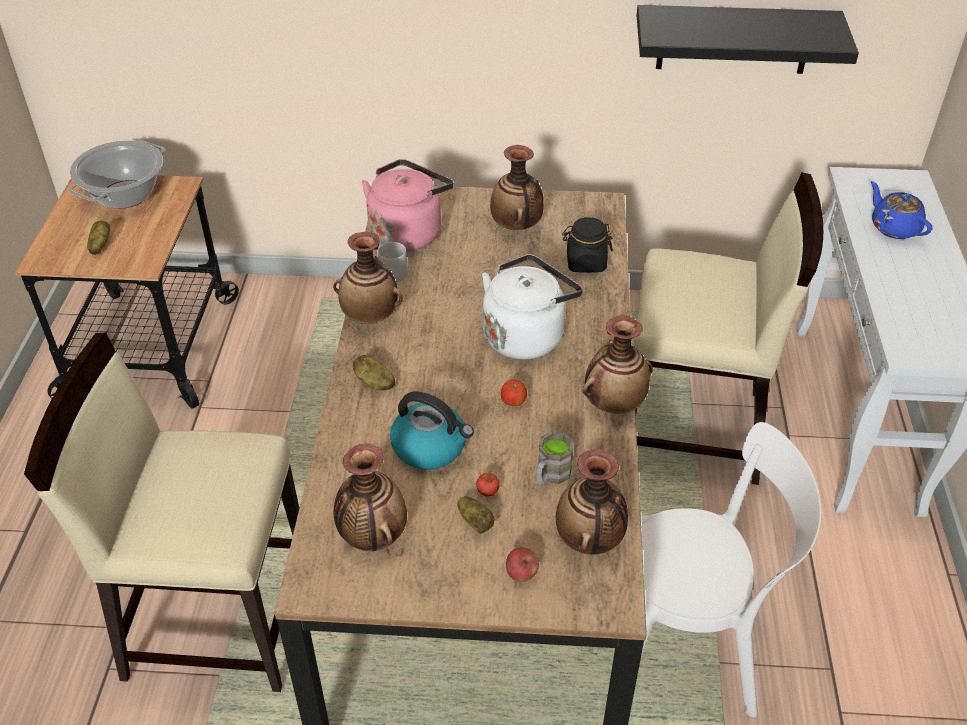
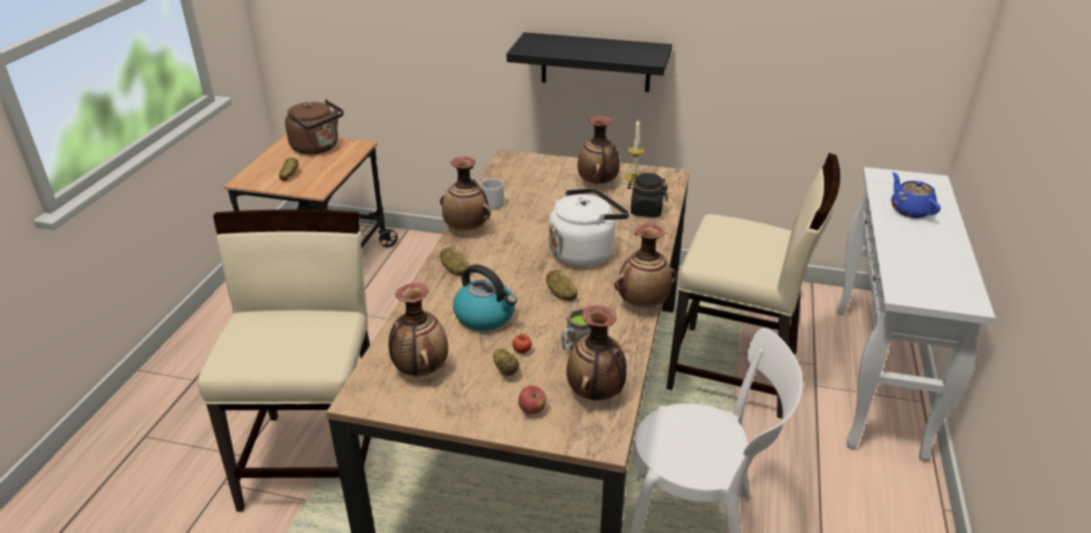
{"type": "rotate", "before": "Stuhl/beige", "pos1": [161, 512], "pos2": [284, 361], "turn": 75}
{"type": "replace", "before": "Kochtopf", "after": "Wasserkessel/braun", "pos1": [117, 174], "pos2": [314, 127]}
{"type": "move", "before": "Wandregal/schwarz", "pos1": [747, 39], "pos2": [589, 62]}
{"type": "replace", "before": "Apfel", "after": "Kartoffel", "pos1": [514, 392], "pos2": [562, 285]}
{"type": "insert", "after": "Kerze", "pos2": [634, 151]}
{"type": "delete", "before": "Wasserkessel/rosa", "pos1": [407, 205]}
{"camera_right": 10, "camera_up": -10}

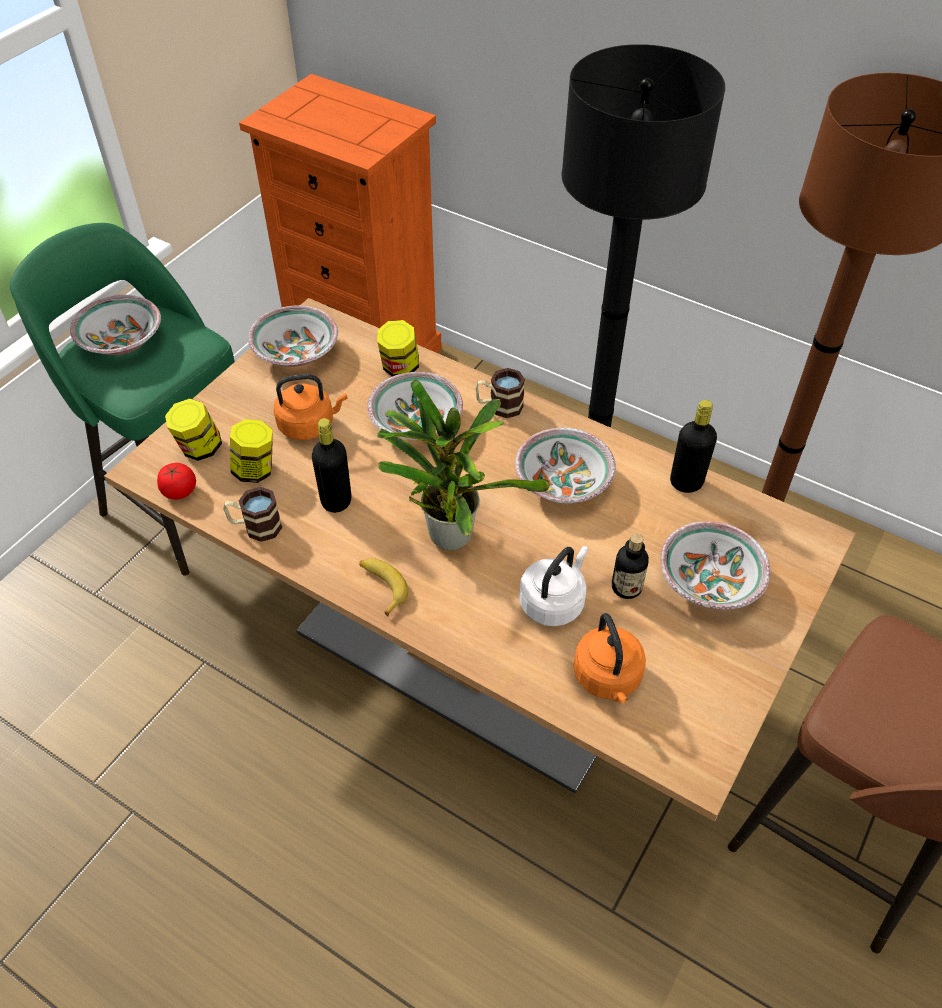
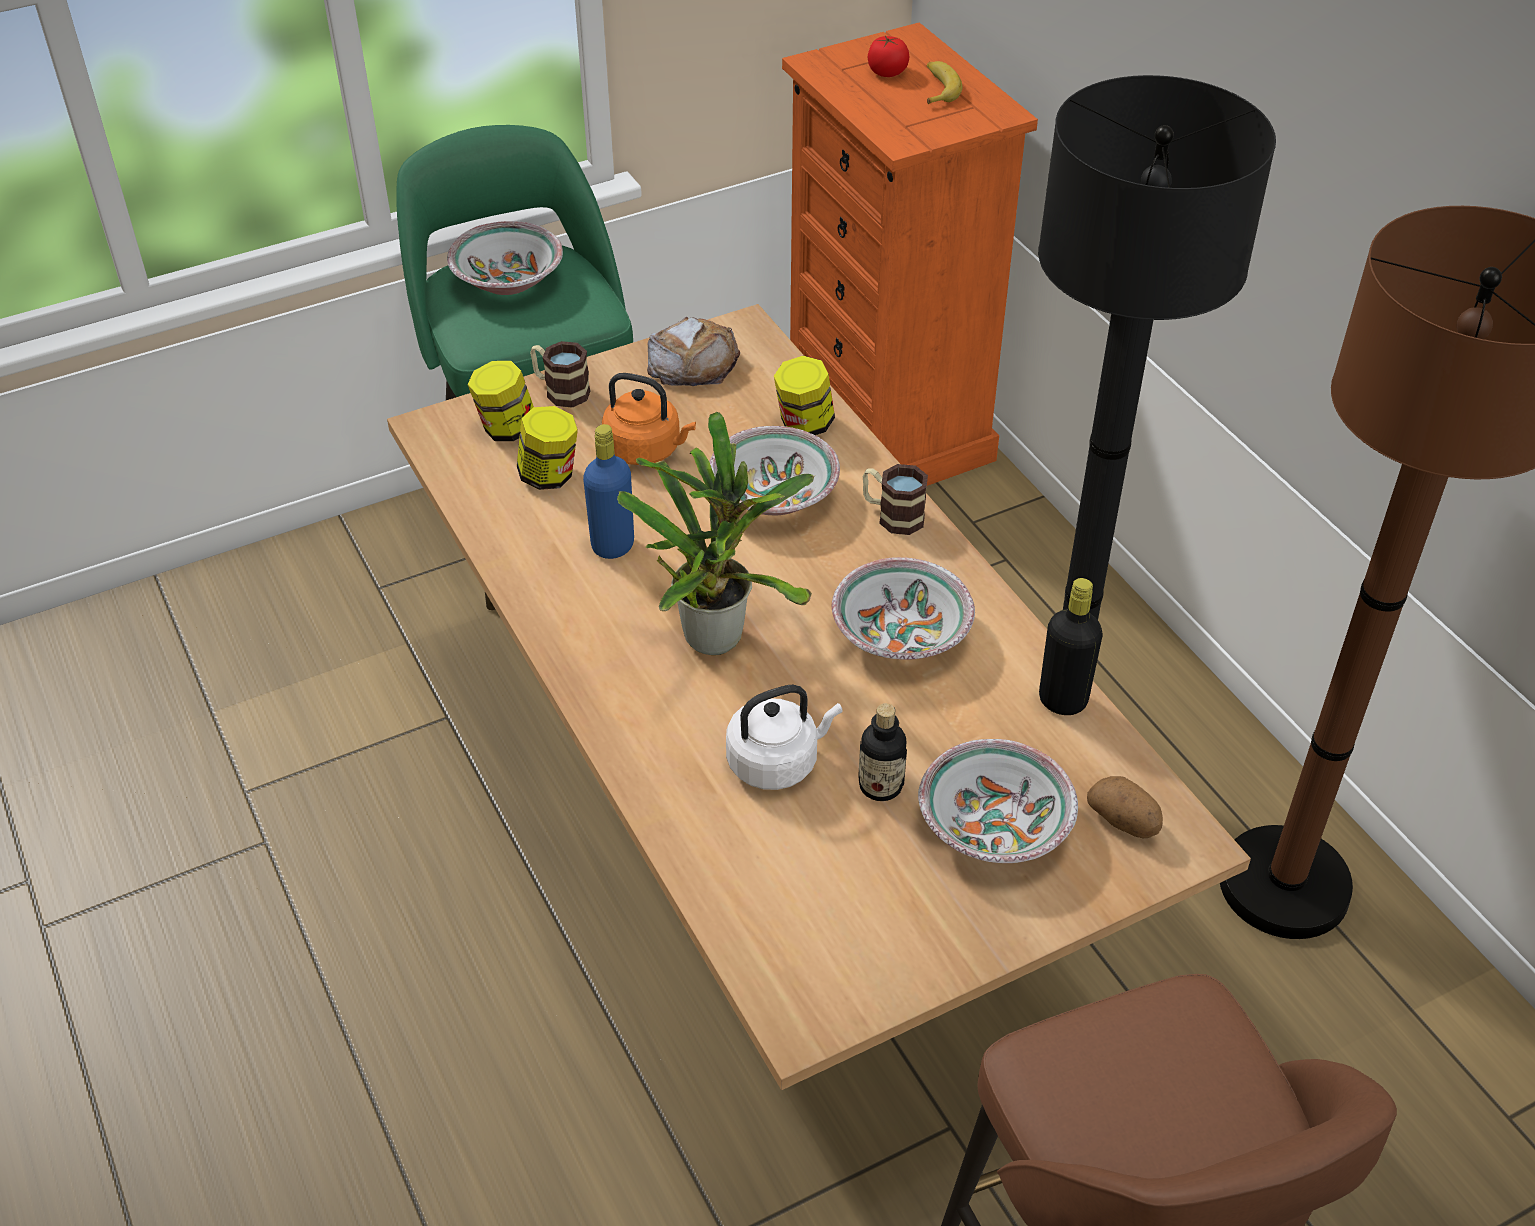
{"type": "move", "before": "Henkelbecher", "pos1": [252, 514], "pos2": [560, 374]}
{"type": "recolor", "before": "Flasche/schwarz", "after": "Flasche/blau", "pos1": [332, 465], "pos2": [608, 491]}
{"type": "replace", "before": "Schüssel", "after": "Brot", "pos1": [293, 336], "pos2": [693, 351]}
{"type": "move", "before": "Tomate", "pos1": [176, 481], "pos2": [888, 56]}
{"type": "move", "before": "Banane", "pos1": [383, 587], "pos2": [944, 82]}
{"type": "insert", "after": "Kartoffel", "pos2": [1125, 807]}
{"type": "delete", "before": "Wasserkessel/orange", "pos1": [610, 658]}
{"camera_right": 30, "camera_up": -5}

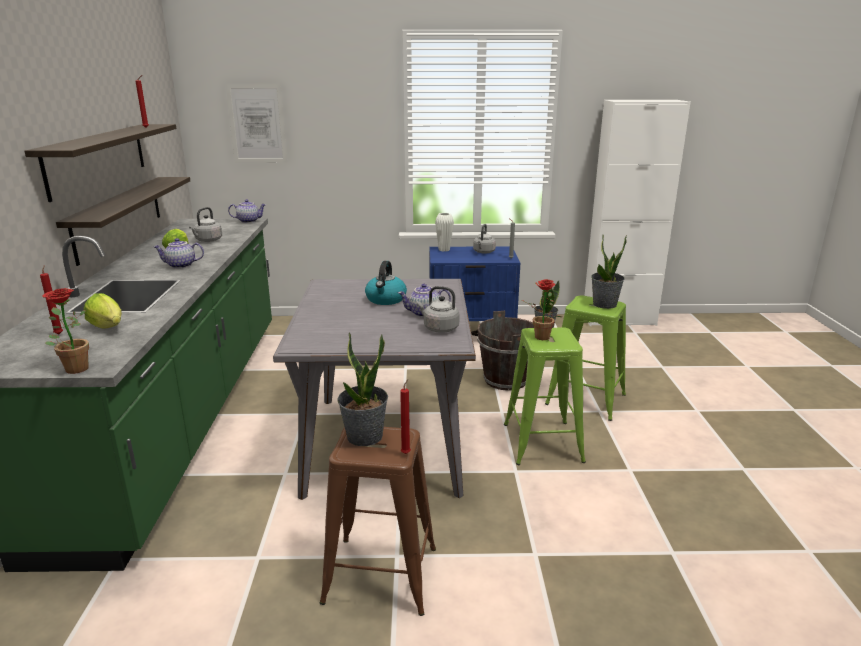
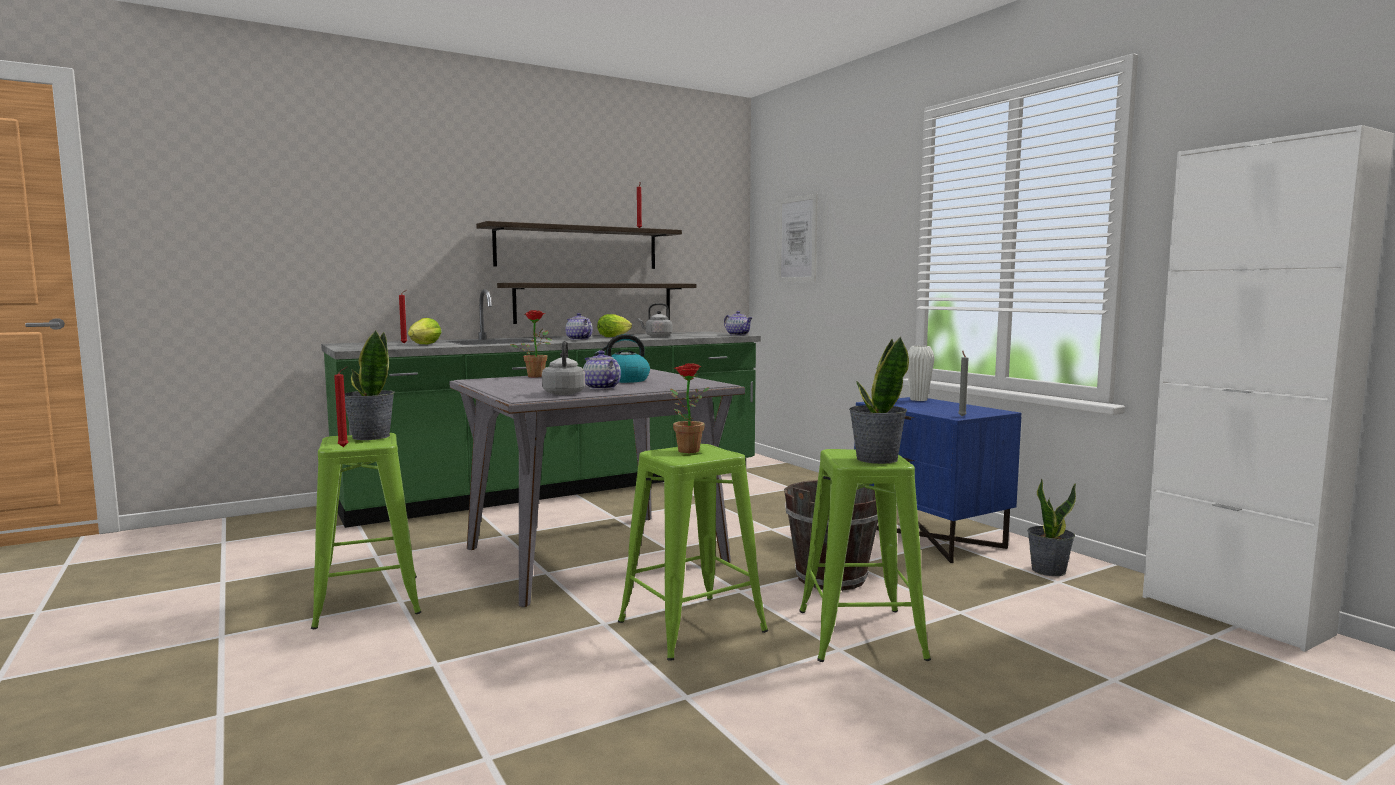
{"type": "recolor", "before": "Hocker/braun", "after": "Hocker/grün", "pos1": [378, 521], "pos2": [366, 531]}
{"type": "move", "before": "Topfpflanze", "pos1": [66, 331], "pos2": [530, 343]}
{"type": "delete", "before": "Wasserkessel/grau", "pos1": [484, 239]}
{"camera_right": 60, "camera_up": -15}

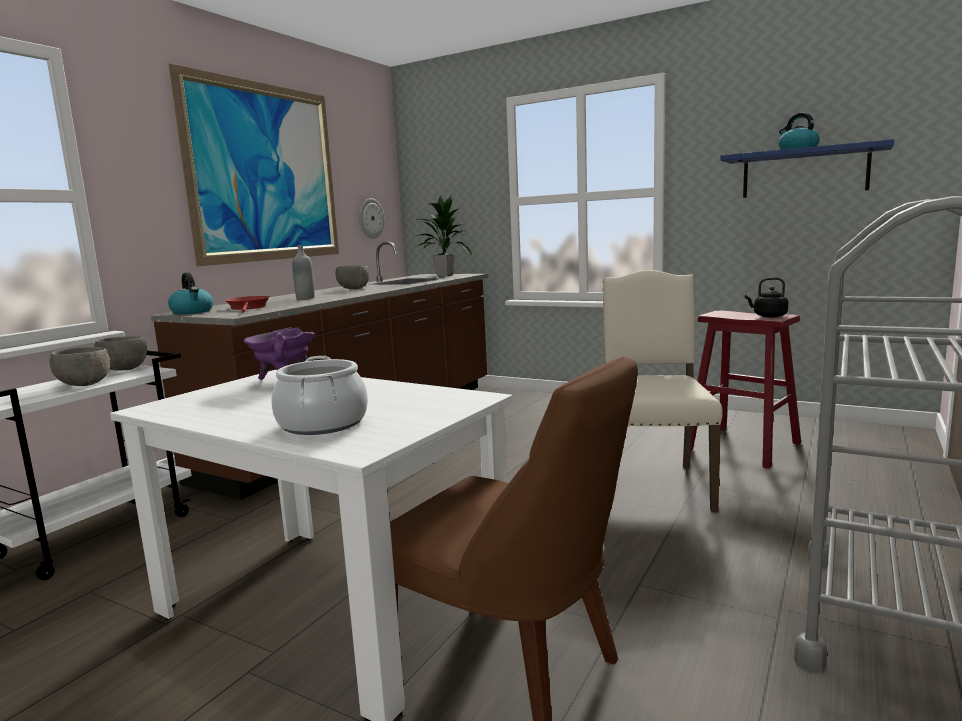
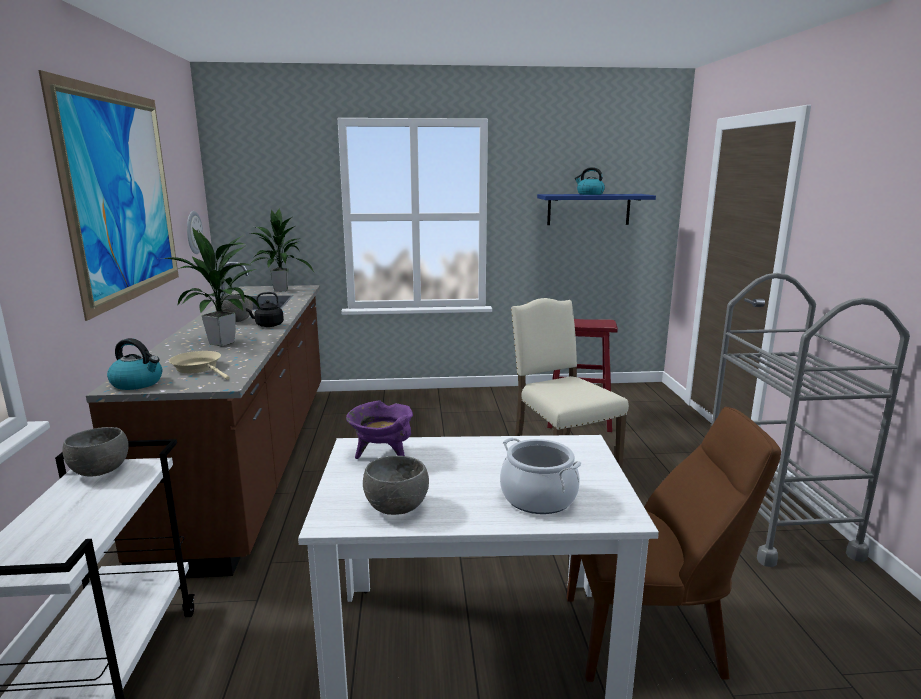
{"type": "replace", "before": "Flasche/grau", "after": "Topfpflanze", "pos1": [303, 272], "pos2": [211, 286]}
{"type": "recolor", "before": "Pfanne/rot", "after": "Pfanne/beige", "pos1": [247, 304], "pos2": [199, 365]}
{"type": "move", "before": "Wasserkessel/schwarz", "pos1": [766, 297], "pos2": [265, 309]}
{"type": "move", "before": "Schüssel/grau", "pos1": [80, 366], "pos2": [396, 485]}
{"camera_right": -35, "camera_up": 5}

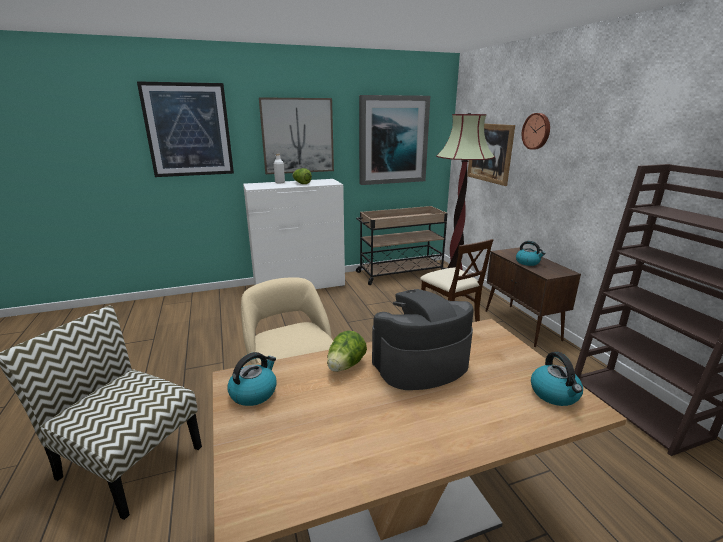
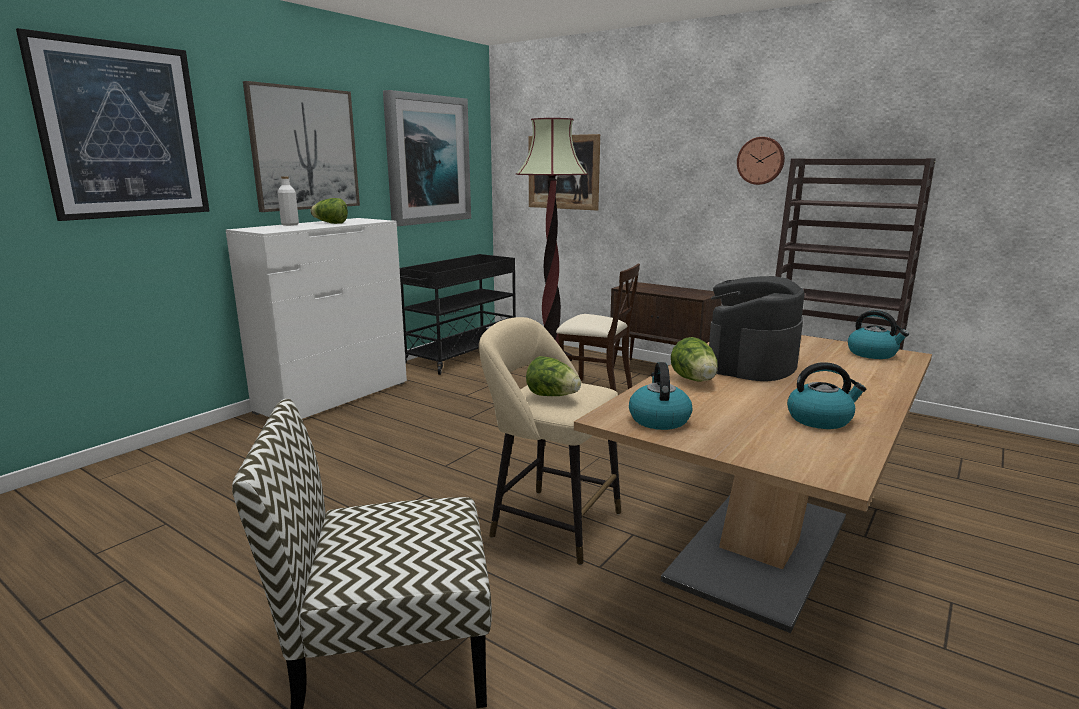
{"type": "recolor", "before": "Rollwagen/beige", "after": "Rollwagen/schwarz", "pos1": [401, 245], "pos2": [458, 314]}
{"type": "insert", "after": "Salatkopf", "pos2": [553, 376]}
{"type": "move", "before": "Wanduhr", "pos1": [536, 131], "pos2": [761, 161]}
{"type": "move", "before": "Wasserkessel", "pos1": [531, 253], "pos2": [826, 395]}
{"camera_right": -35, "camera_up": -5}

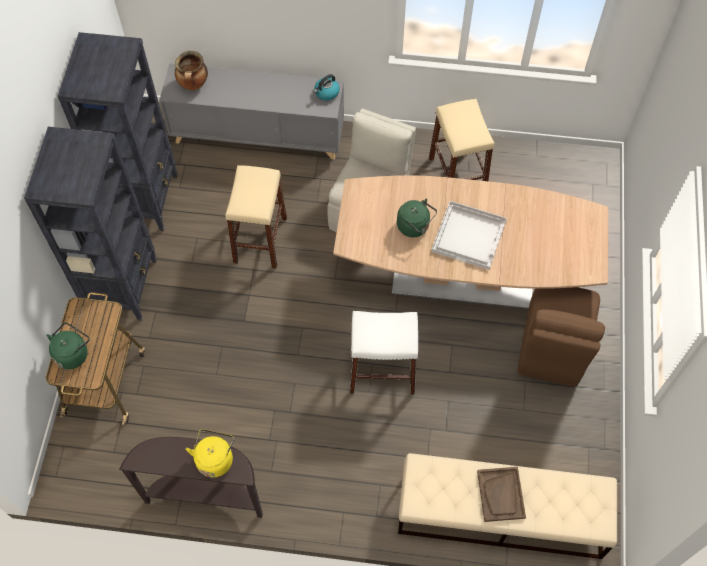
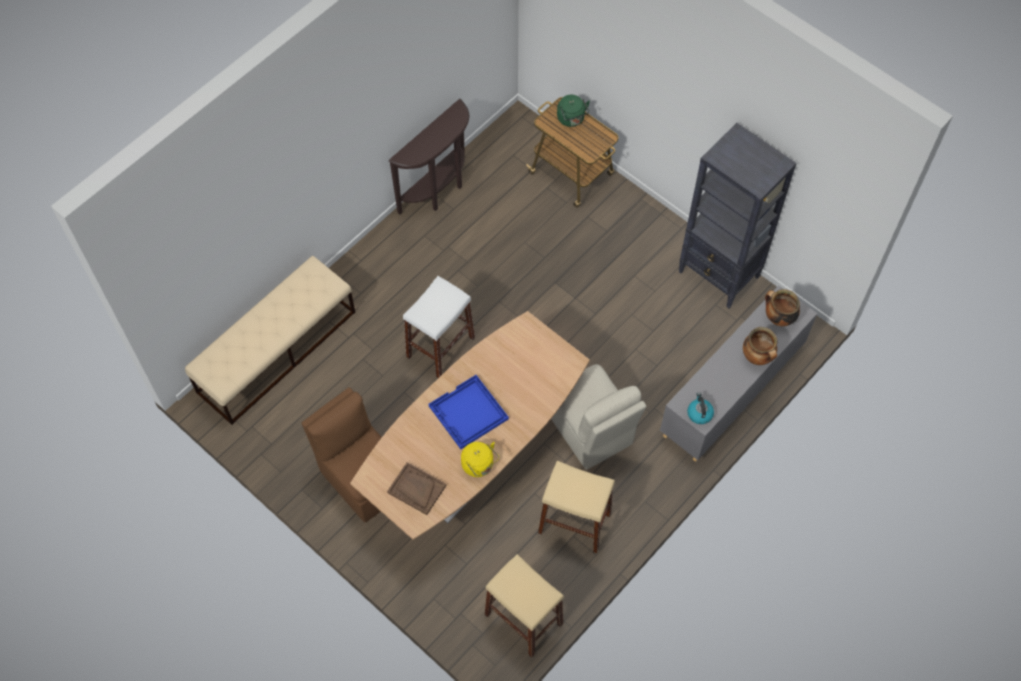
{"type": "move", "before": "Tablett/braun", "pos1": [501, 494], "pos2": [416, 488]}
{"type": "recolor", "before": "Tablett/weiß", "after": "Tablett/blau", "pos1": [469, 235], "pos2": [469, 412]}
{"type": "move", "before": "Wasserkessel/gelb", "pos1": [210, 453], "pos2": [480, 459]}
{"type": "move", "before": "Hocker/beige", "pos1": [256, 217], "pos2": [524, 606]}
{"type": "insert", "after": "Kochtopf", "pos2": [760, 346]}
{"type": "delete", "before": "Bücherregal/schwarz", "pos1": [90, 224]}
{"type": "delete", "before": "Wasserkessel/grün", "pos1": [417, 218]}
{"camera_right": 125, "camera_up": 0}

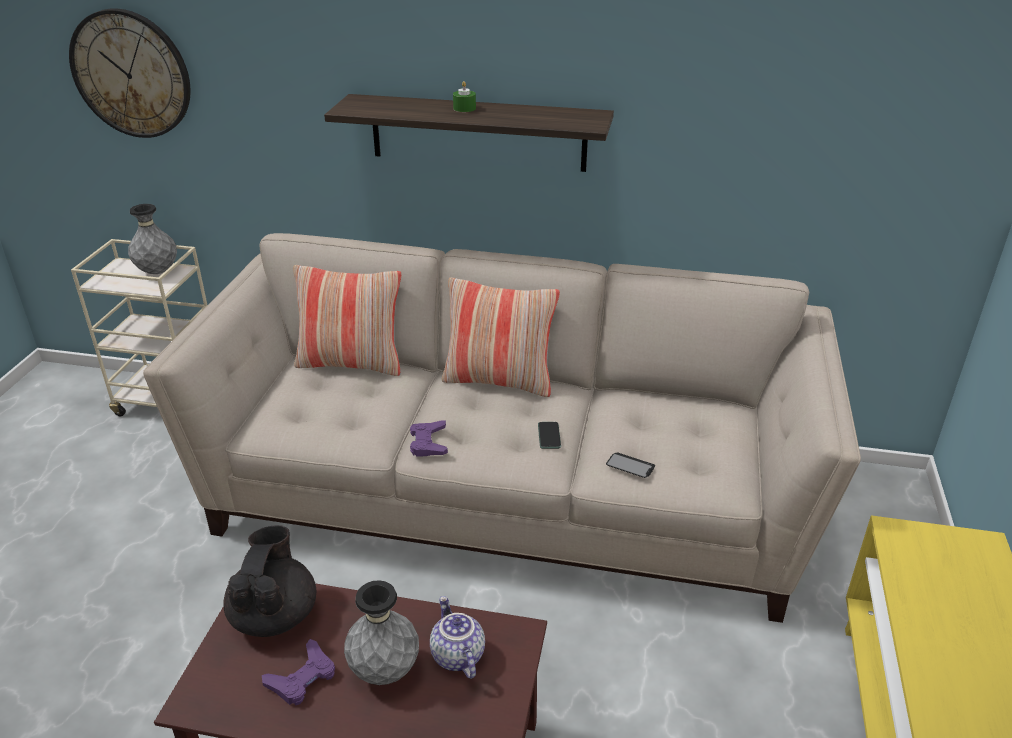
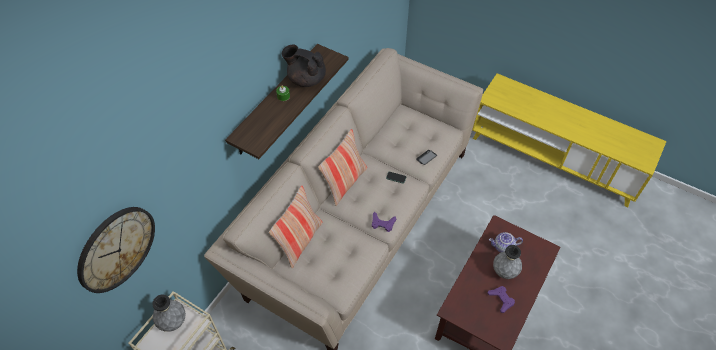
{"type": "move", "before": "Teekanne/schwarz", "pos1": [269, 581], "pos2": [304, 65]}
{"camera_right": -70, "camera_up": 20}

